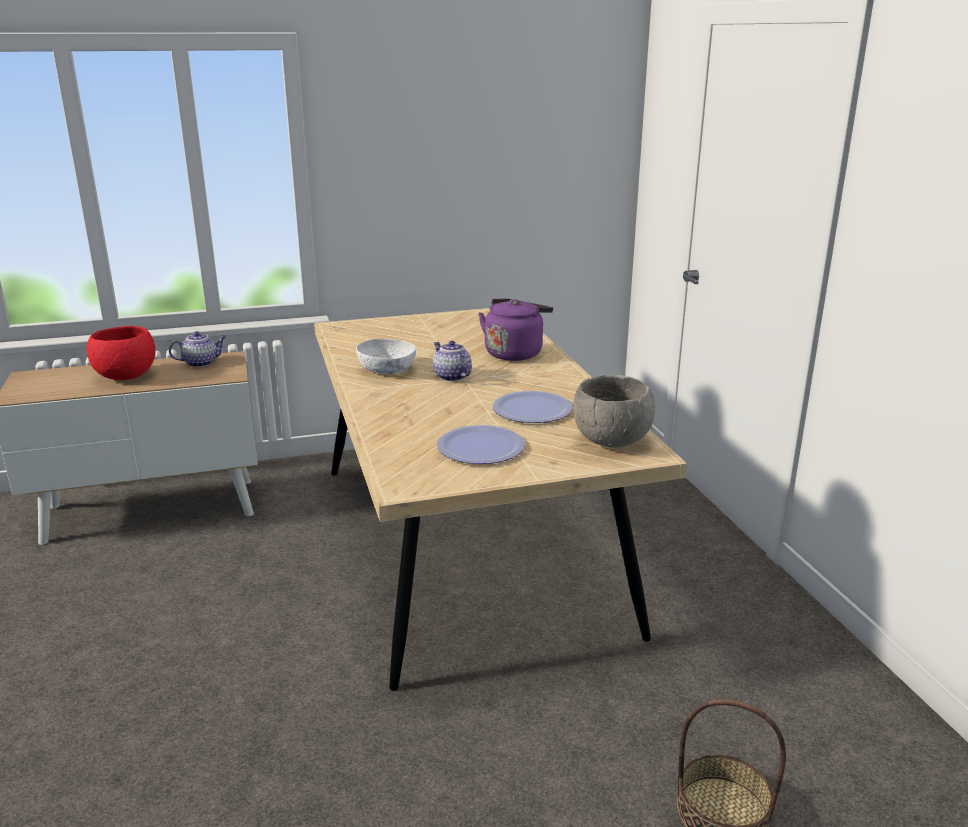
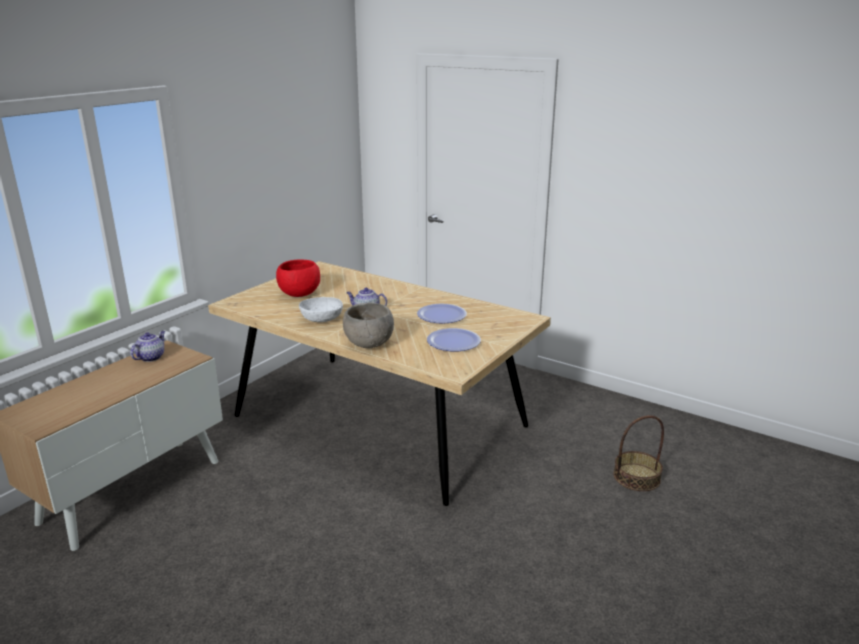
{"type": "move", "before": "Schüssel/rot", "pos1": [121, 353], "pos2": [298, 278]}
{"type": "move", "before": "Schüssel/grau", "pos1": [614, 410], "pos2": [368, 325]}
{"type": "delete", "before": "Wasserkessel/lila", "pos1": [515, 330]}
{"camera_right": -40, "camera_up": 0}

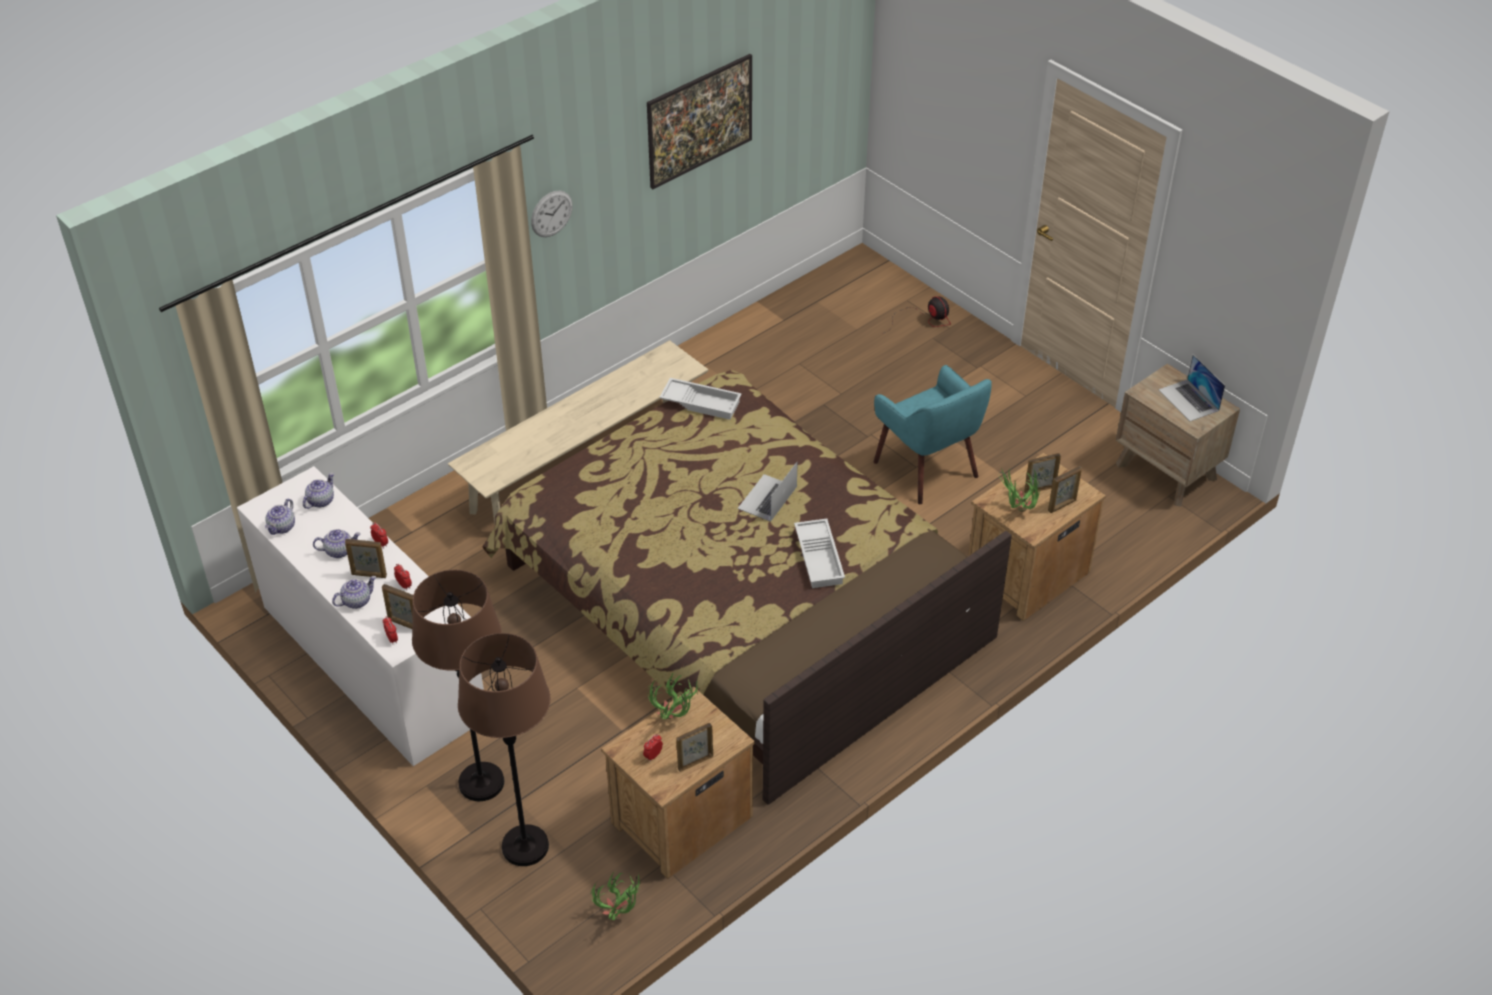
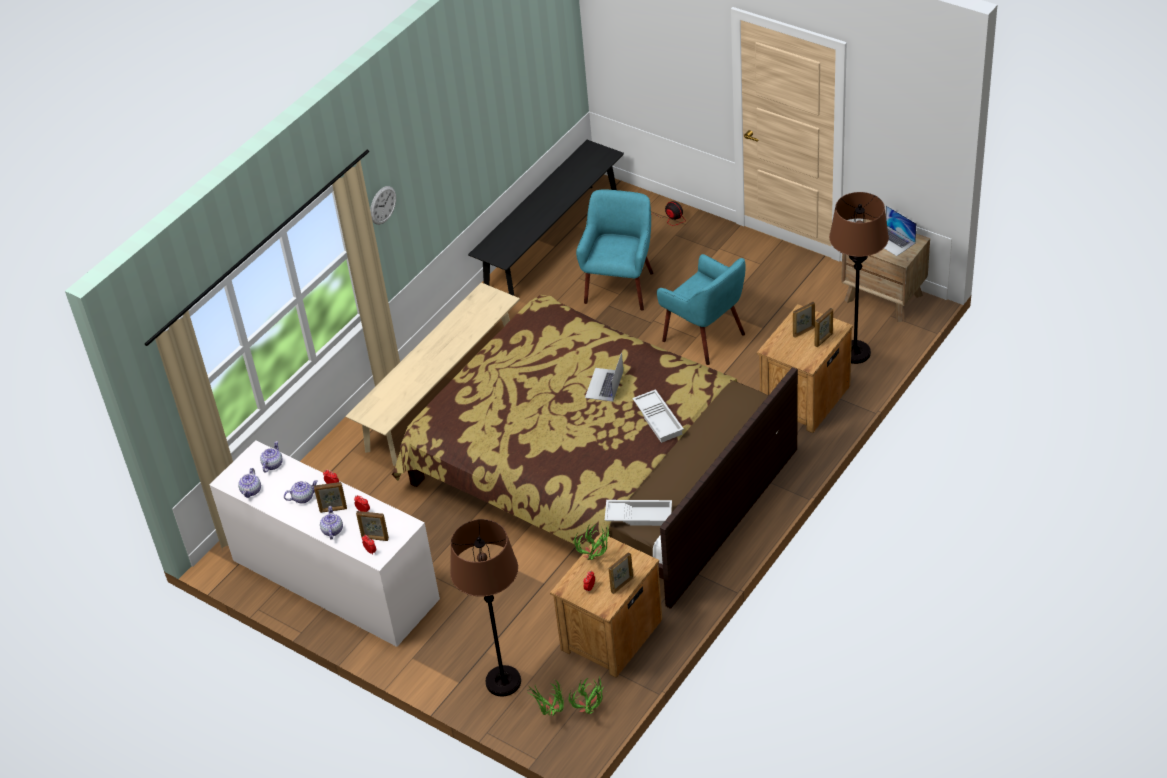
{"type": "rotate", "before": "Teekanne", "pos1": [354, 592], "pos2": [331, 523], "turn": -45}
{"type": "insert", "after": "Bank/schwarz", "pos2": [546, 218]}
{"type": "move", "before": "Topfpflanze", "pos1": [1019, 490], "pos2": [545, 698]}
{"type": "insert", "after": "Sessel/türkis", "pos2": [615, 250]}
{"type": "move", "before": "Tablett/weiß", "pos1": [700, 399], "pos2": [638, 513]}
{"type": "move", "before": "Stehlampe/braun", "pos1": [458, 685], "pos2": [859, 278]}
{"type": "delete", "before": "Bild", "pos1": [699, 121]}
{"camera_right": -10, "camera_up": 0}

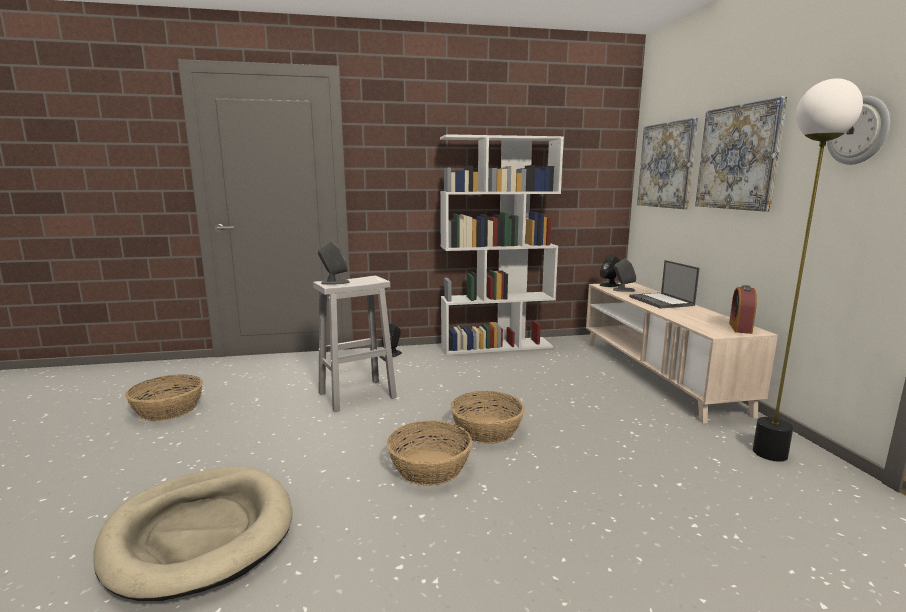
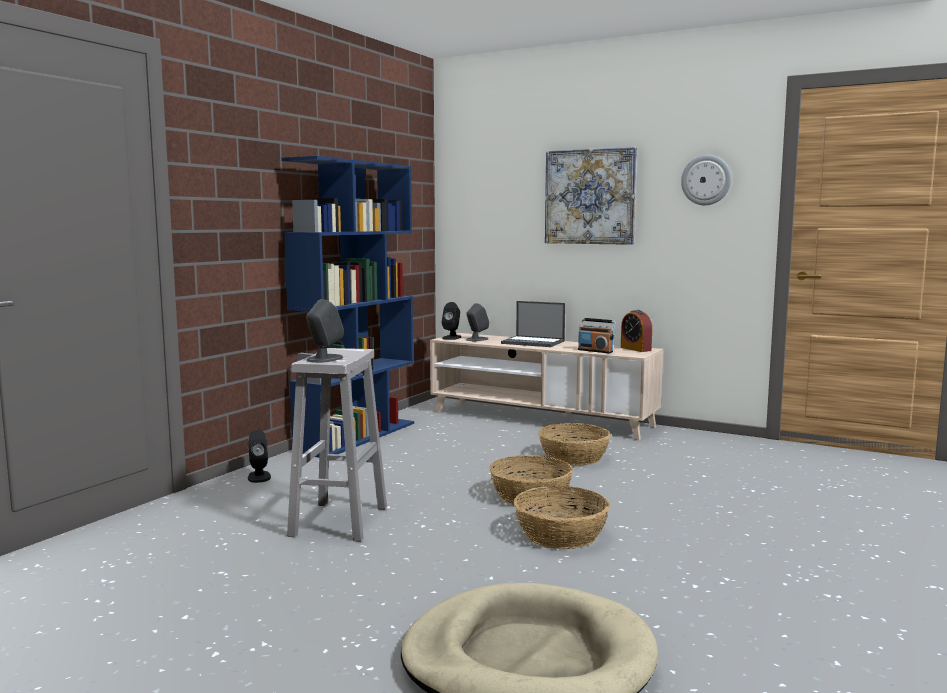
{"type": "recolor", "before": "Bücherregal/weiß", "after": "Bücherregal/blau", "pos1": [502, 244], "pos2": [347, 307]}
{"type": "move", "before": "Korb", "pos1": [164, 398], "pos2": [574, 444]}
{"type": "insert", "after": "Radio", "pos2": [597, 335]}
{"type": "delete", "before": "Bild", "pos1": [667, 163]}
{"type": "delete", "before": "Stehlampe", "pos1": [808, 270]}
{"camera_right": -50, "camera_up": -5}

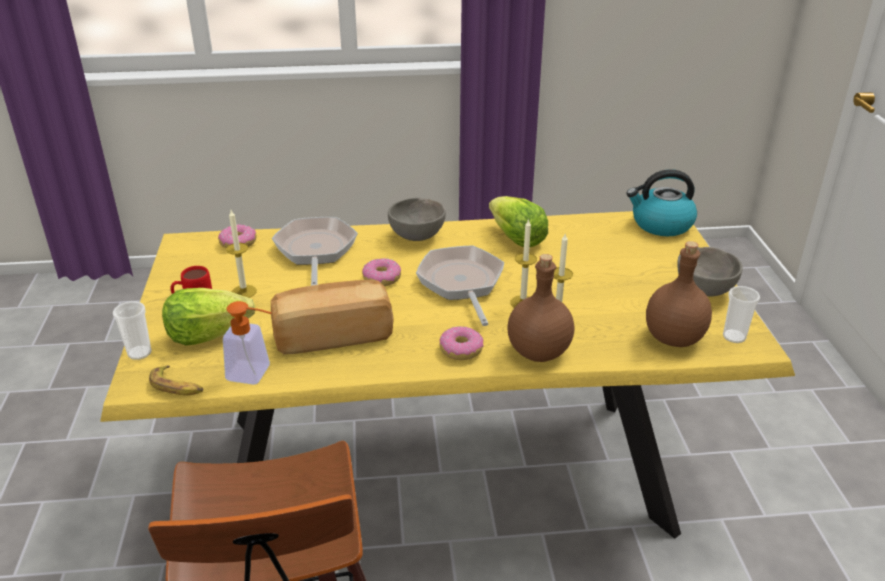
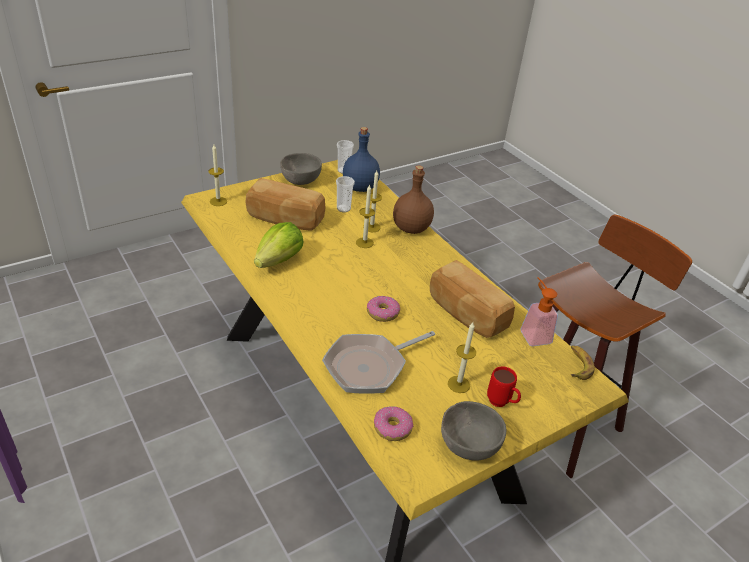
{"type": "replace", "before": "Wasserkessel", "after": "Kerze", "pos1": [661, 202], "pos2": [218, 175]}
{"type": "insert", "after": "Brot", "pos2": [285, 204]}
{"type": "move", "before": "Tasse", "pos1": [132, 330], "pos2": [345, 194]}
{"type": "recolor", "before": "Flasche/braun", "after": "Flasche/blau", "pos1": [679, 294], "pos2": [361, 159]}
{"type": "move", "before": "Schüssel/grau", "pos1": [417, 219], "pos2": [473, 431]}
{"type": "delete", "before": "Salatkopf", "pos1": [208, 316]}
{"type": "delete", "before": "Pfanne", "pos1": [460, 285]}
{"type": "delete", "before": "Donut", "pos1": [461, 343]}
{"camera_right": -120, "camera_up": 5}

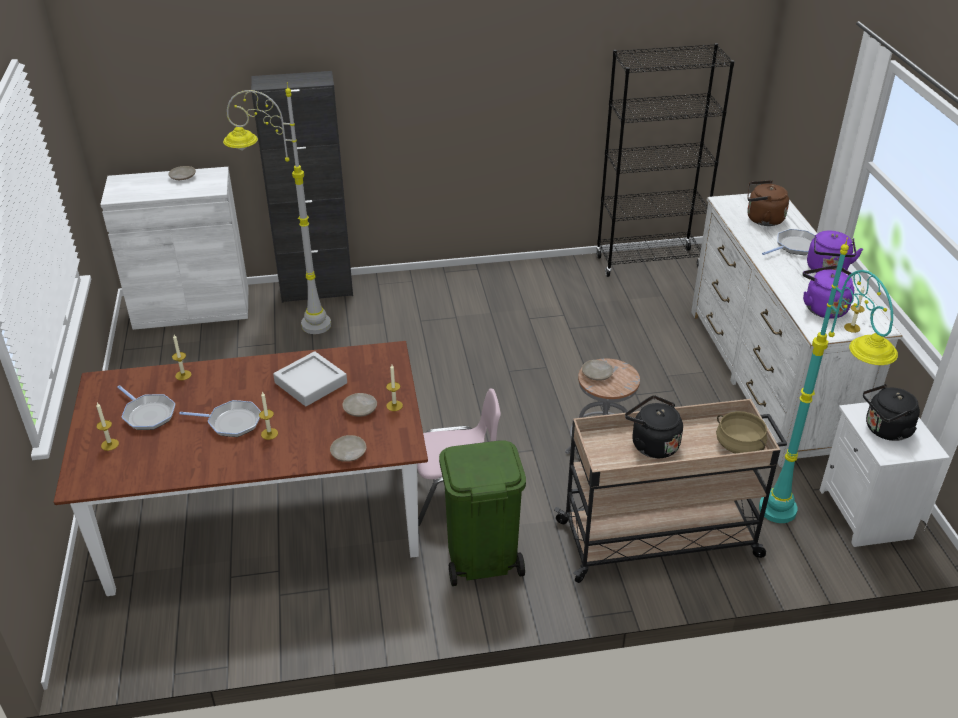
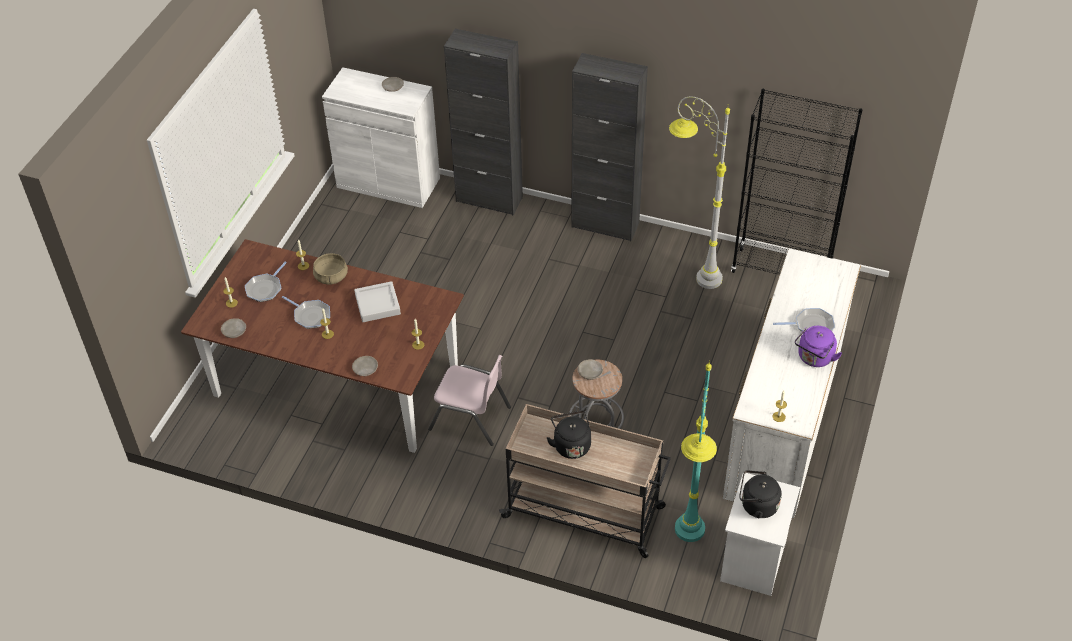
{"type": "move", "before": "Teller/beige", "pos1": [359, 405], "pos2": [233, 328]}
{"type": "rotate", "before": "Pfanne", "pos1": [146, 407], "pos2": [266, 281], "turn": 45}
{"type": "move", "before": "Kochtopf/beige", "pos1": [741, 432], "pos2": [330, 269]}
{"type": "insert", "after": "Schrank/schwarz", "pos2": [609, 147]}
{"type": "move", "before": "Stehlampe/grau", "pos1": [277, 208], "pos2": [699, 192]}
{"type": "delete", "before": "Mülleimer/grün", "pos1": [482, 513]}
{"type": "delete", "before": "Wasserkessel/braun", "pos1": [768, 203]}
{"type": "delete", "before": "Wasserkessel/lila", "pos1": [828, 292]}
{"camera_right": 30, "camera_up": 10}

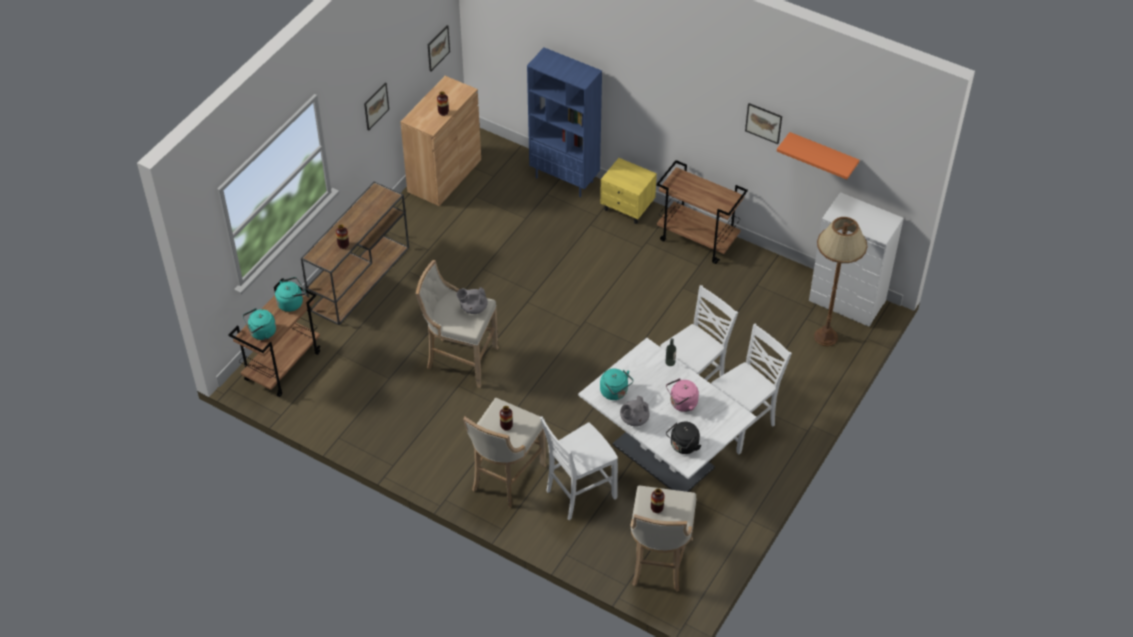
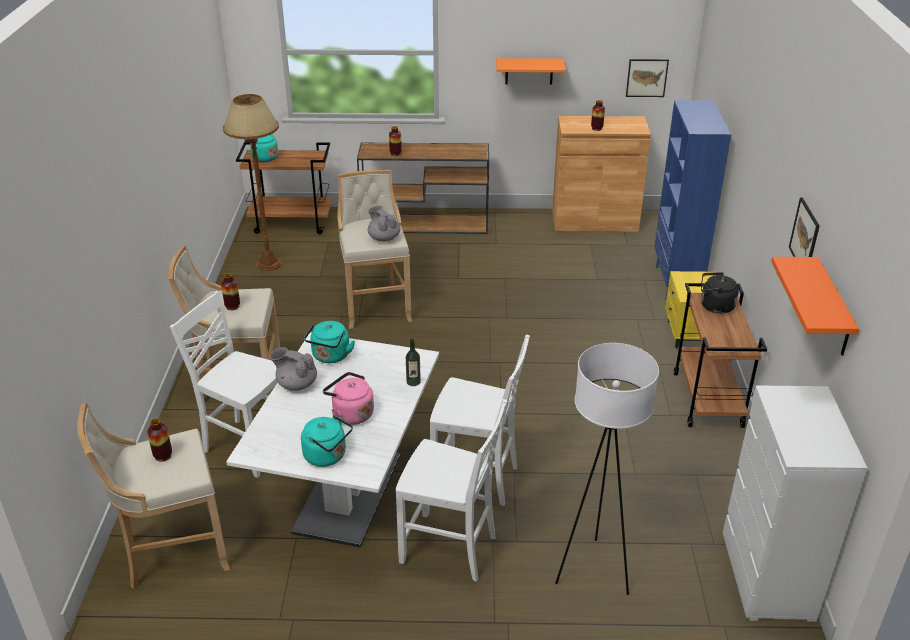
{"type": "move", "before": "Stehlampe/braun", "pos1": [841, 281], "pos2": [252, 182]}
{"type": "move", "before": "Wasserkessel/türkis", "pos1": [290, 294], "pos2": [327, 441]}
{"type": "replace", "before": "Bild", "after": "Wandregal/orange", "pos1": [376, 107], "pos2": [531, 71]}
{"type": "insert", "after": "Stehlampe/weiß", "pos2": [607, 469]}
{"type": "move", "before": "Wasserkessel/schwarz", "pos1": [684, 437], "pos2": [720, 293]}
{"camera_right": 60, "camera_up": -15}

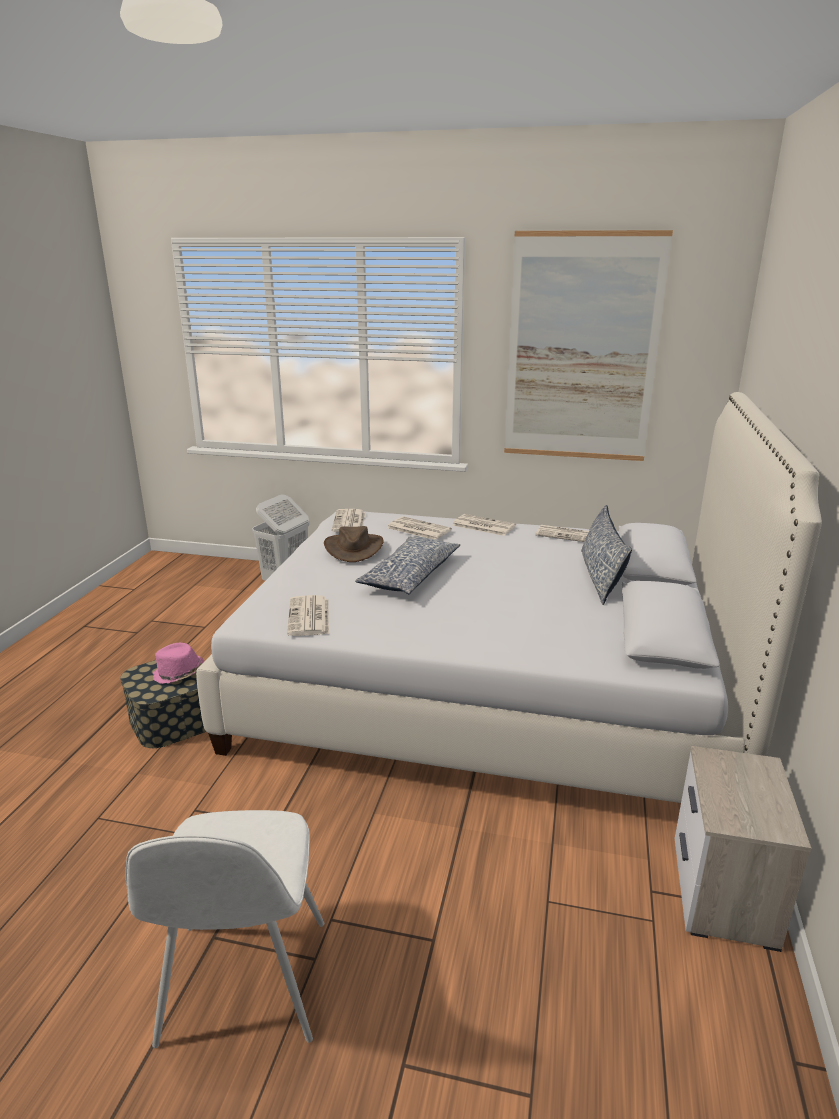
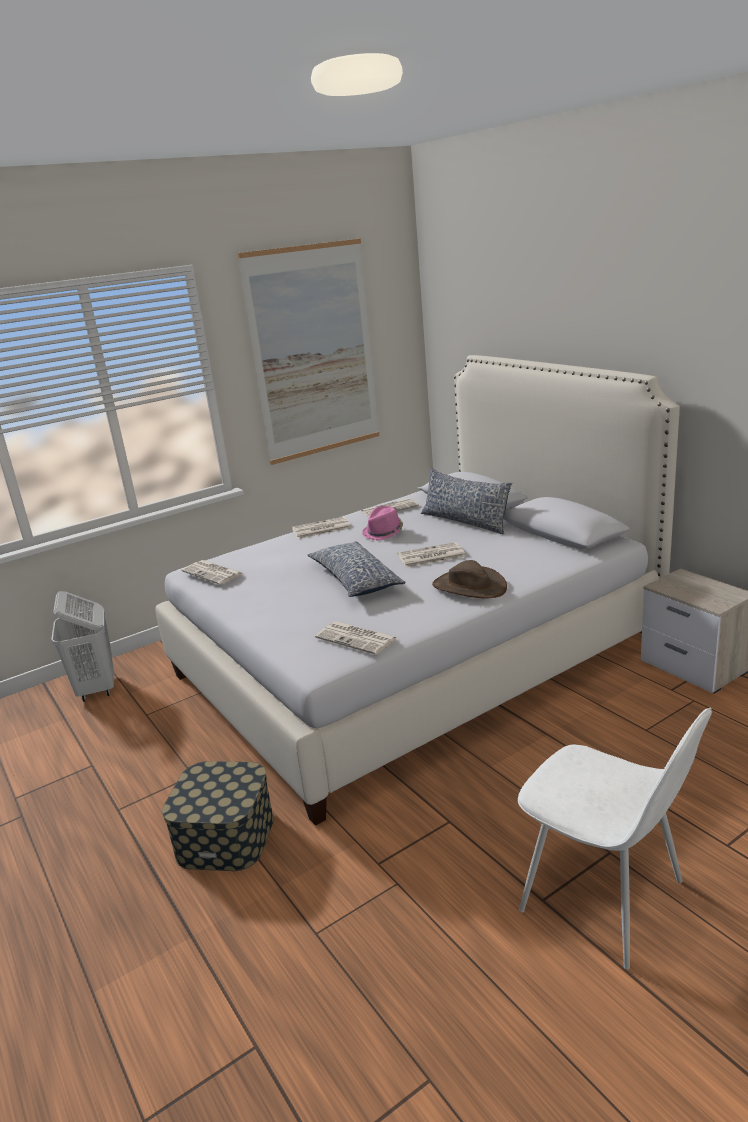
{"type": "move", "before": "Hut/rosa", "pos1": [178, 663], "pos2": [382, 523]}
{"type": "move", "before": "Zeitung", "pos1": [419, 528], "pos2": [431, 555]}
{"type": "move", "before": "Hut/braun", "pos1": [354, 544], "pos2": [469, 579]}
{"camera_right": -45, "camera_up": 0}

